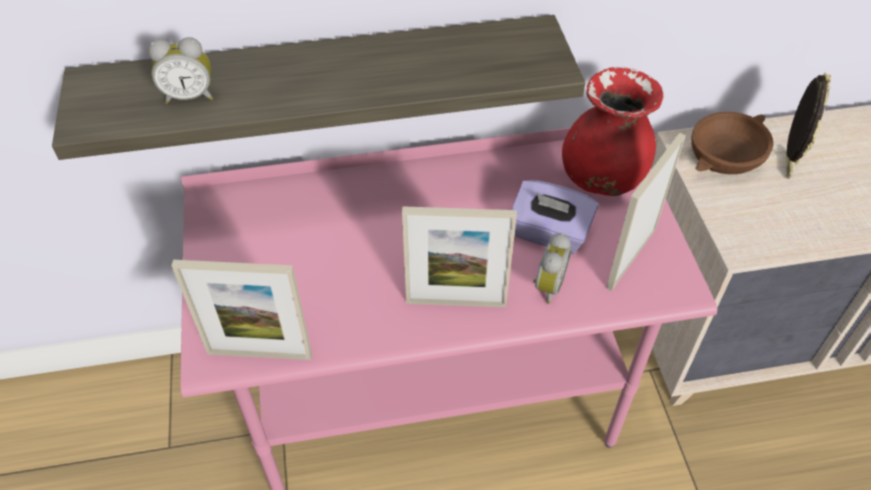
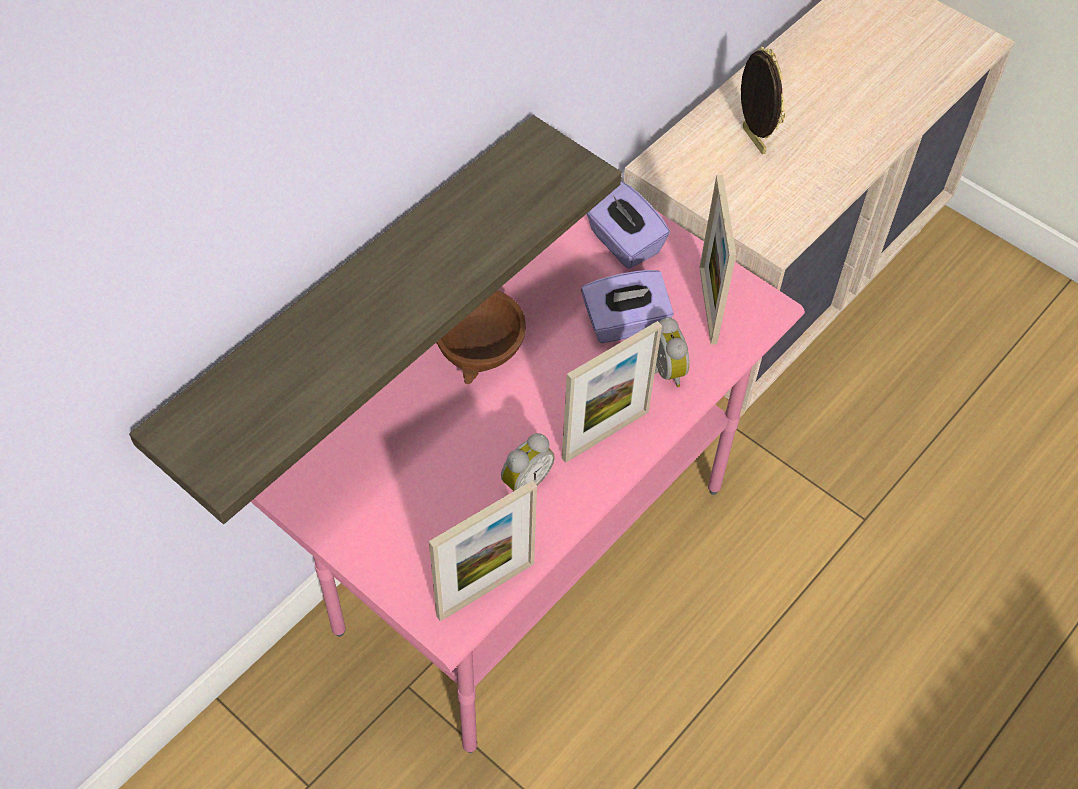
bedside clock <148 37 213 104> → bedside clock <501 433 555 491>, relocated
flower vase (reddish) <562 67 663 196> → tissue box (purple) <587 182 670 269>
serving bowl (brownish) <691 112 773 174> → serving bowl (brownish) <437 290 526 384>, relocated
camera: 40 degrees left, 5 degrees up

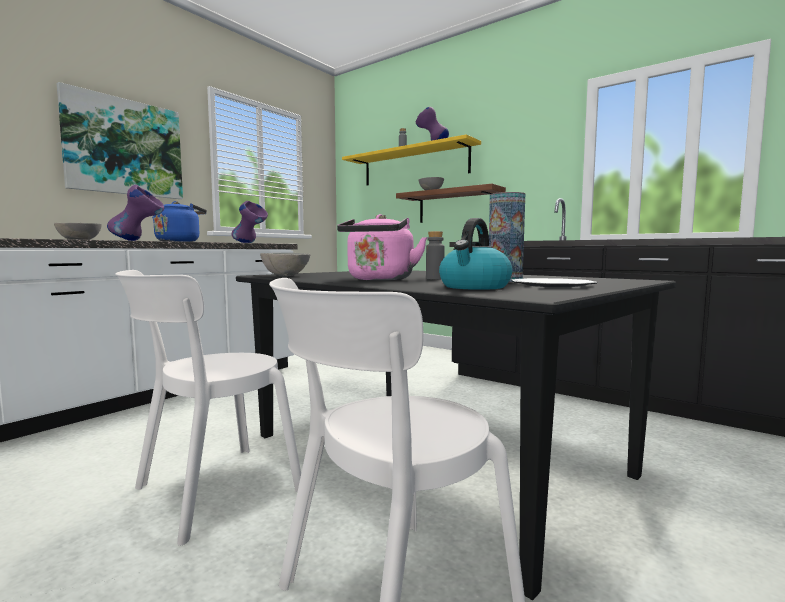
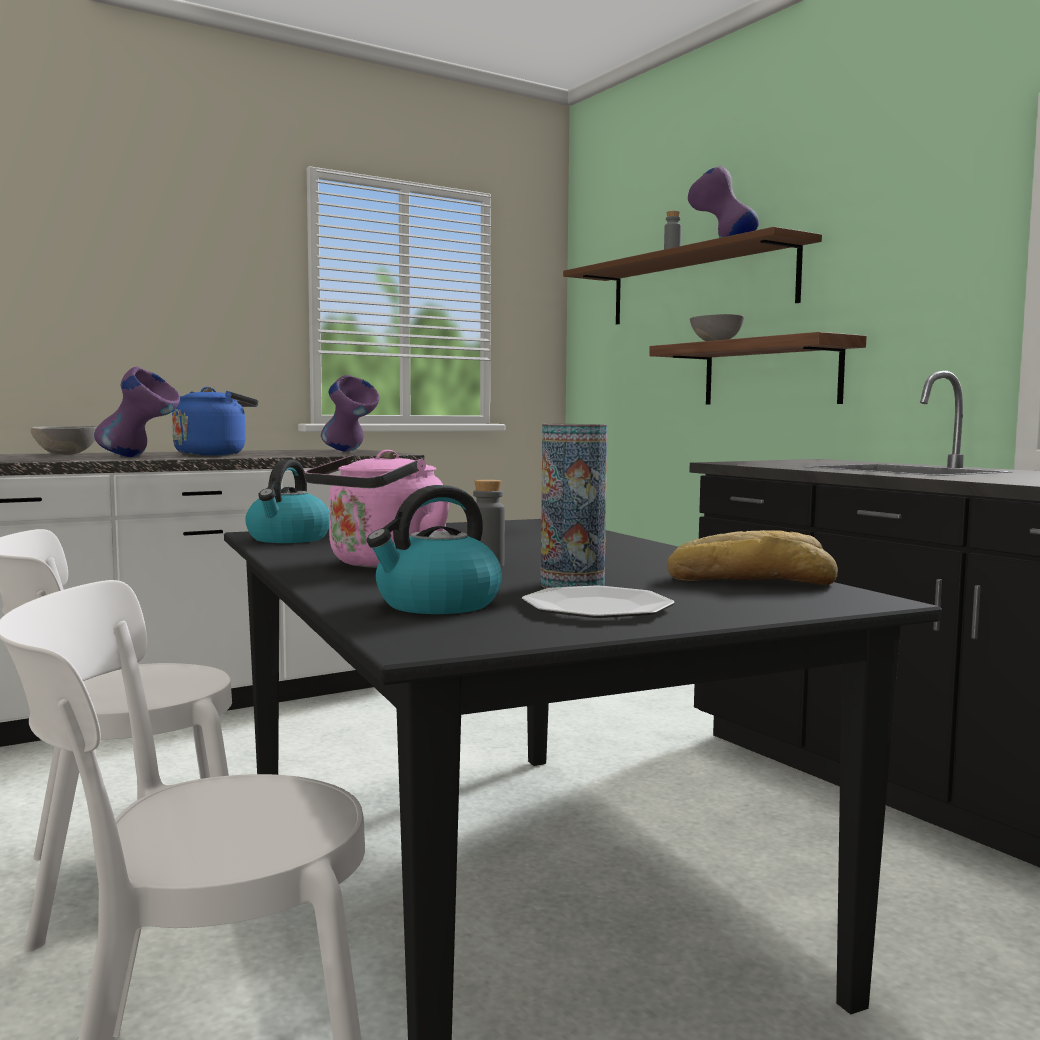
wall picture <57 82 183 199> → -
serving bowl (gray) <260 253 311 276> → tea kettle <245 459 329 543>
wall shelf (yellowish) <342 134 481 186> → wall shelf (brownish) <563 227 822 324>
- → bread <667 530 838 585>
camera: 20 degrees right, 0 degrees up

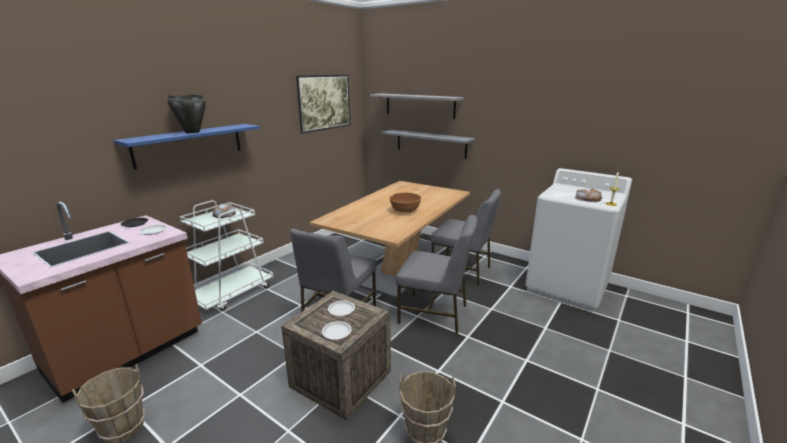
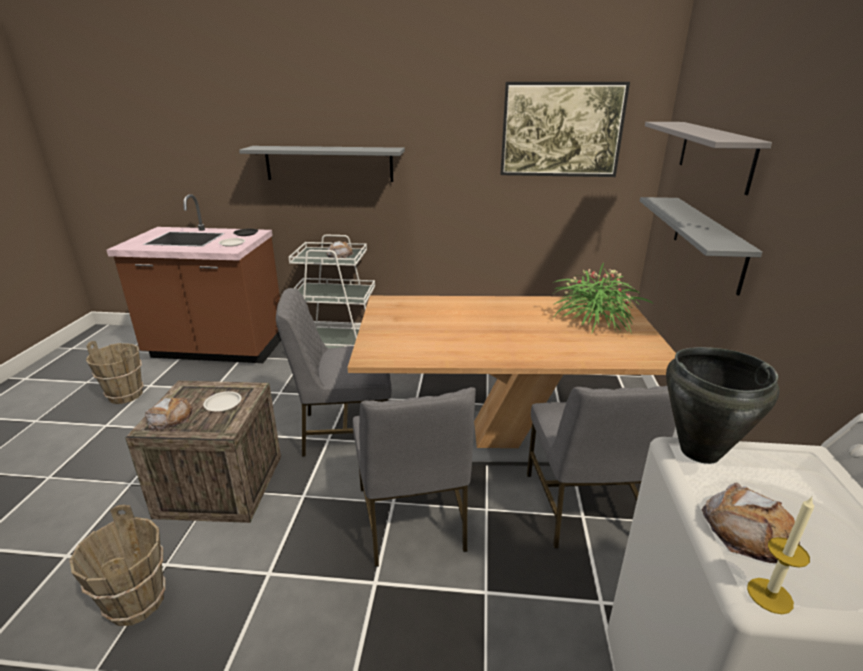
wall shelf (bluish) <113 124 260 169> → wall shelf (gray) <239 146 405 182>
saucepot (blackish) <167 95 206 133> → saucepot (blackish) <666 347 779 464>, relocated
plate (whitish) <322 321 351 340> → bread <145 397 193 431>
serving bowl (brownish) <389 193 421 212> → -
- → plant in a pot <552 263 654 335>
camera: 60 degrees right, 5 degrees up

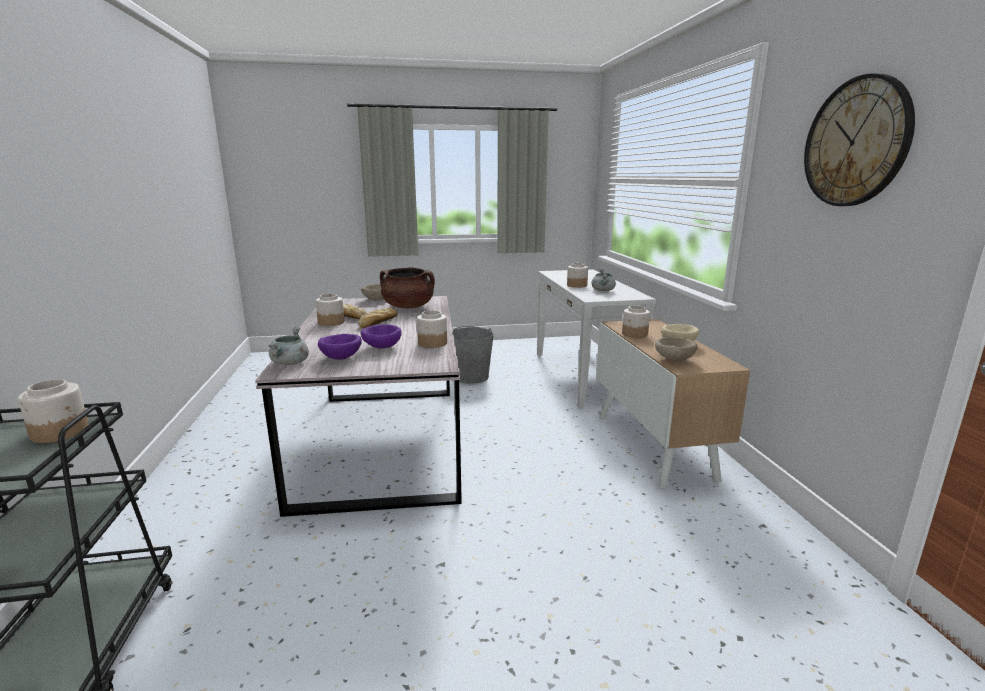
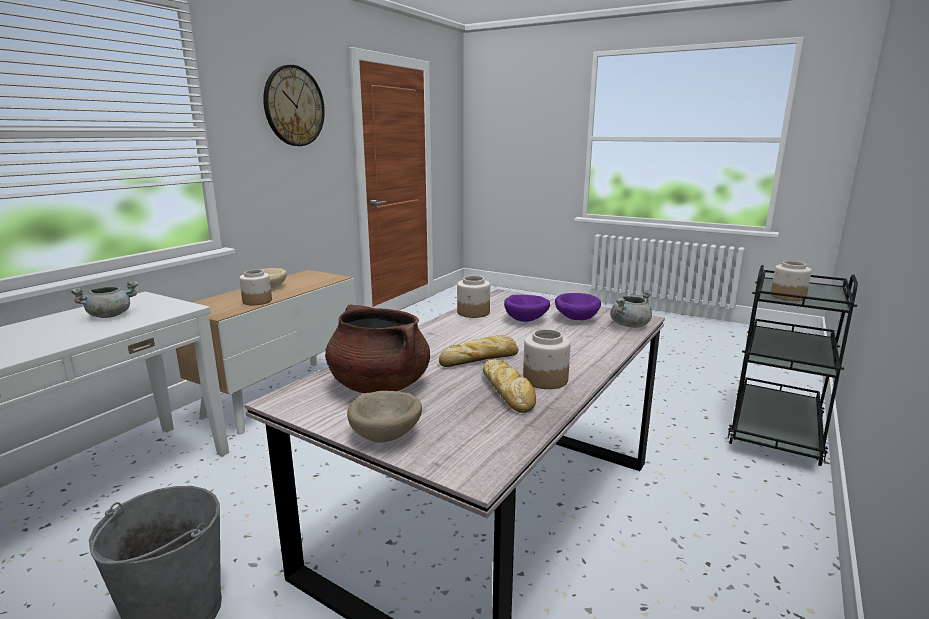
preserve jar <567 263 588 288> → -
serving bowl (beige-coloured) <655 337 697 361> → -
camera: 140 degrees left, 0 degrees up

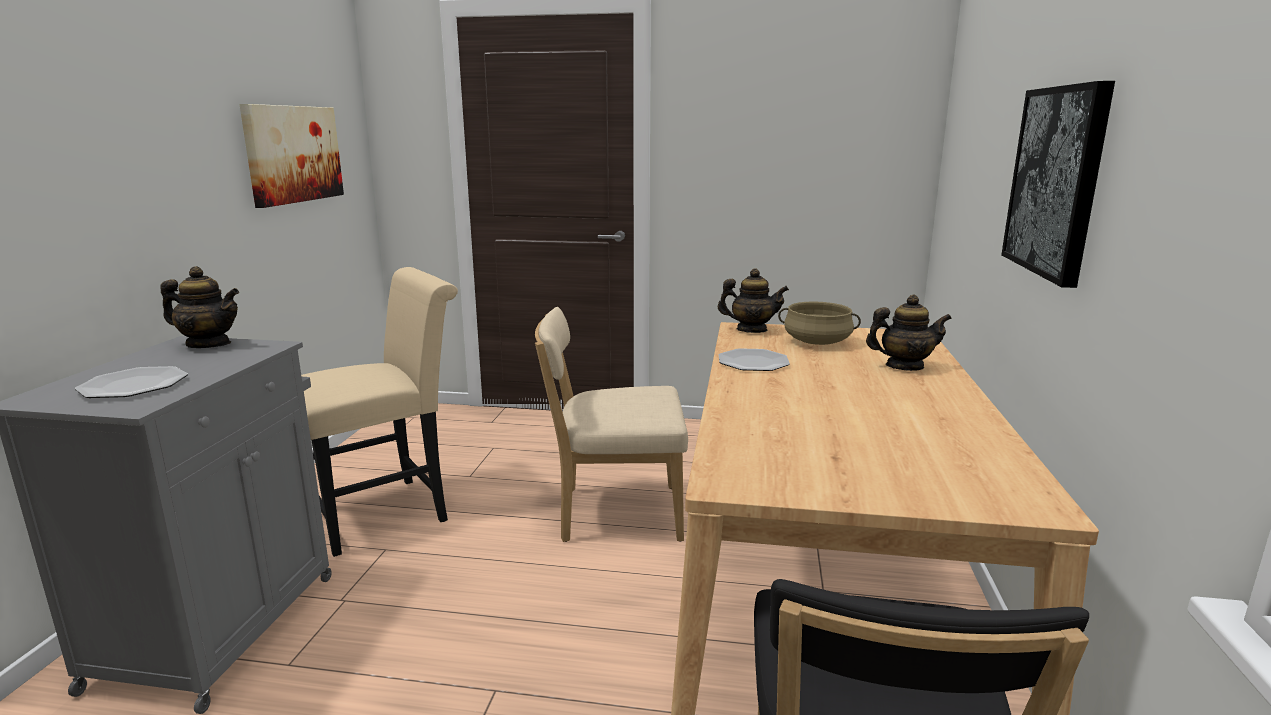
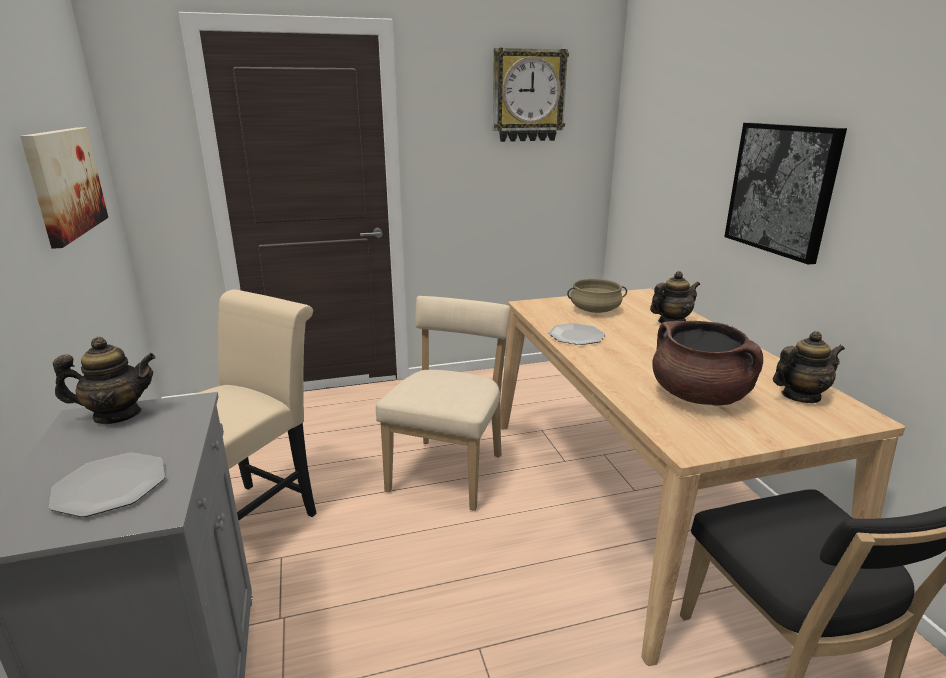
chair (beige-coloured) <535 307 688 542> → chair (beige-coloured) <376 296 510 511>, 135 degrees clockwise
pot for tea <718 268 789 333> → pot for tea <773 331 845 403>, relocated
- → wall clock <493 48 569 142>
- → saucepot (brownish) <653 321 763 406>
camera: 25 degrees left, 5 degrees up

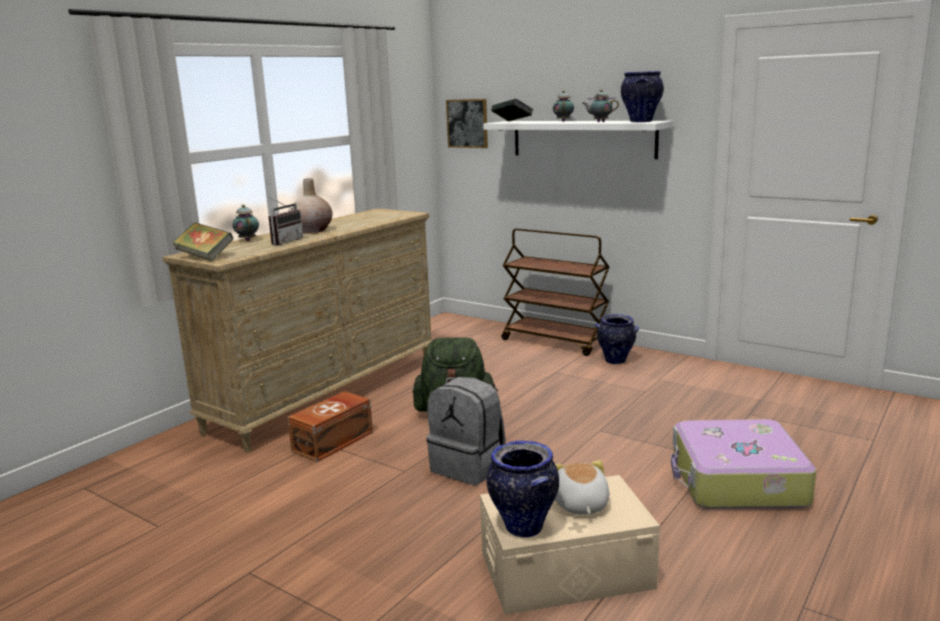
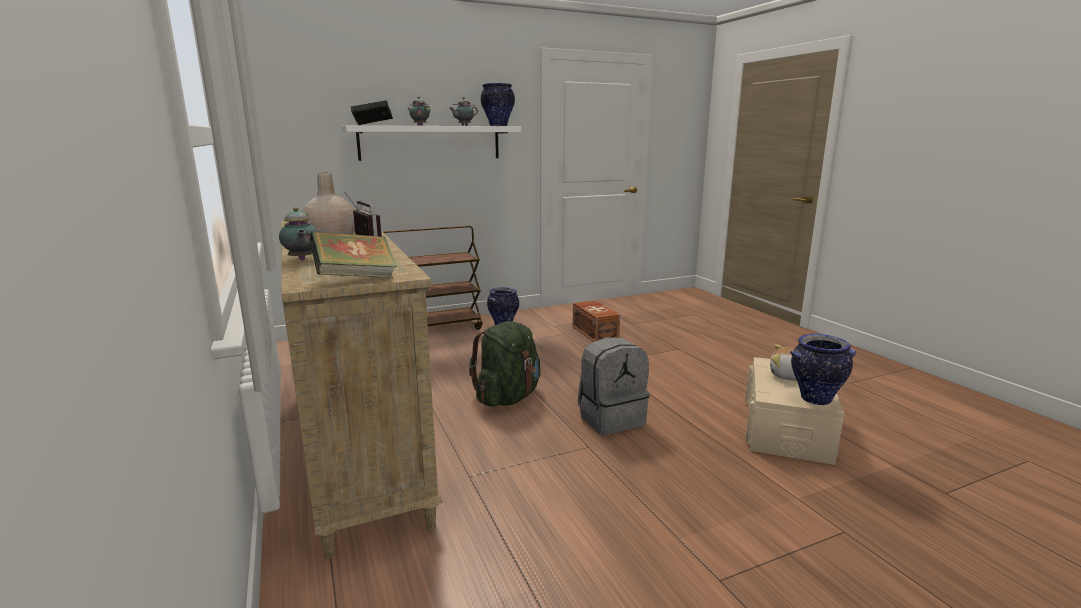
pot for tea <232 205 259 241> → pot for tea <279 207 317 260>, 120 degrees counterclockwise
storage box (brownish) <287 391 373 462> → storage box (brownish) <573 300 620 342>, relocated
wall picture <446 99 488 148> → -
travel case <671 419 816 509> → -
camera: 60 degrees left, 0 degrees up

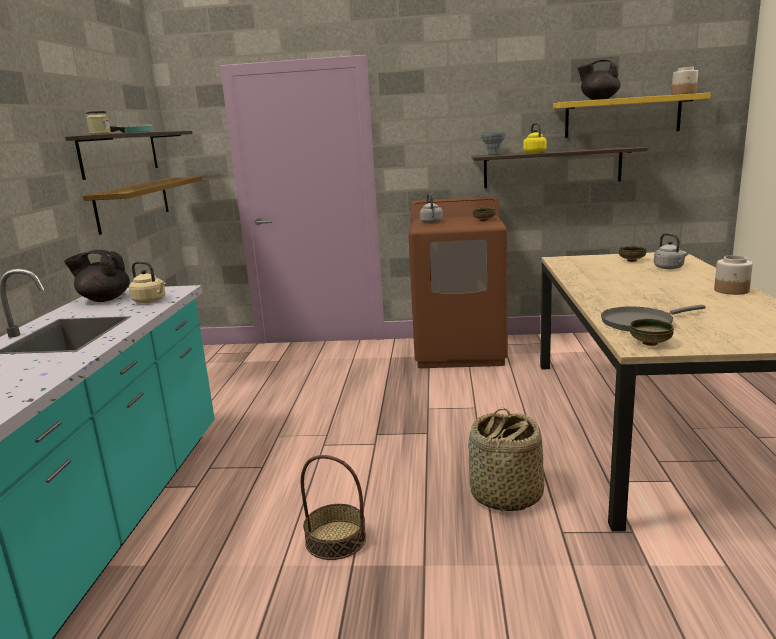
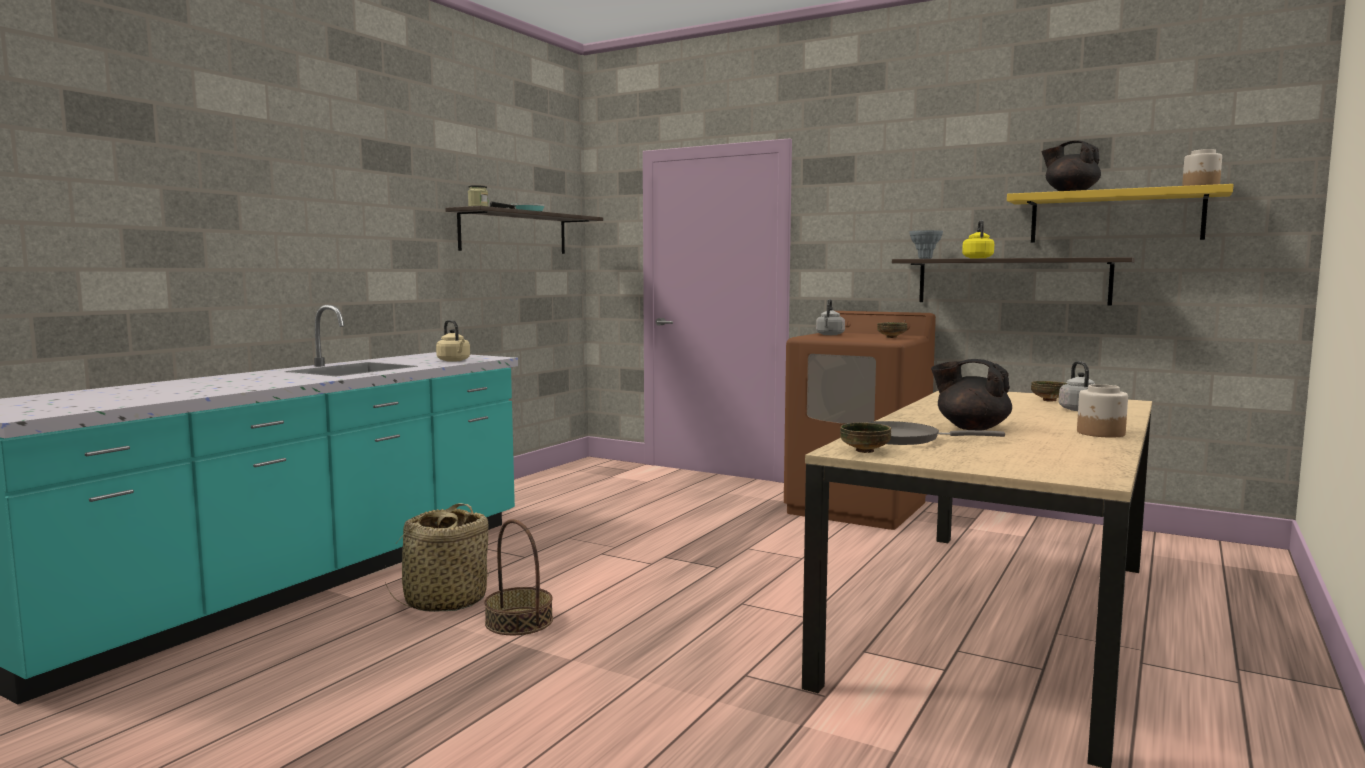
pot for tea (blackish) <64 250 130 302> → pot for tea (blackish) <931 359 1012 430>, relocated
wall shelf <83 176 203 235> → -
storage basket <468 408 544 511> → storage basket <385 503 491 612>, relocated
camera: 25 degrees right, 10 degrees down

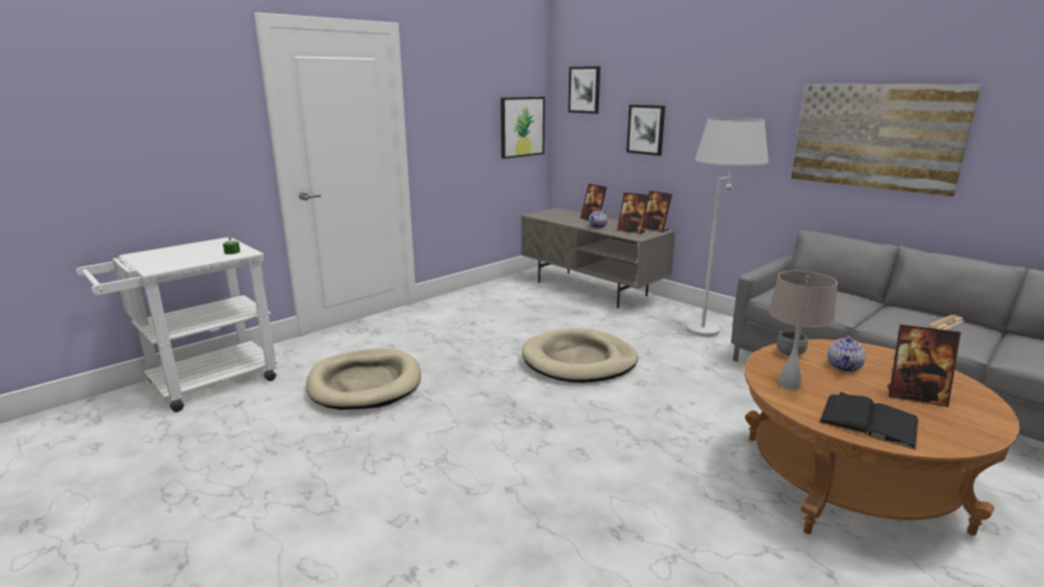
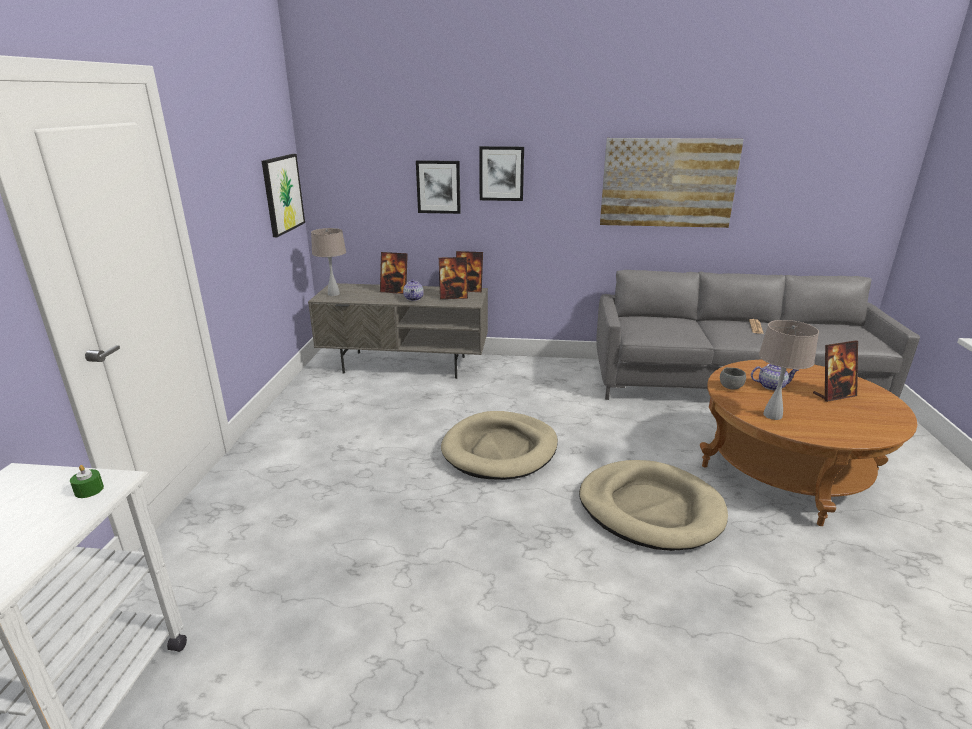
dog bed (beige-coloured) <306 349 421 410> → dog bed (beige-coloured) <579 460 728 551>, relocated
wall picture <568 66 600 114> → wall picture <479 146 524 201>, relocated
standing lamp (whitish) <686 117 769 337> → -
book (blackish) <819 392 919 450> → -
pot for tea <828 335 865 372> → pot for tea <751 364 799 390>, 75 degrees counterclockwise
- → tabletop lamp (beige-coloured) <311 228 346 296>
camera: 40 degrees left, 5 degrees up

